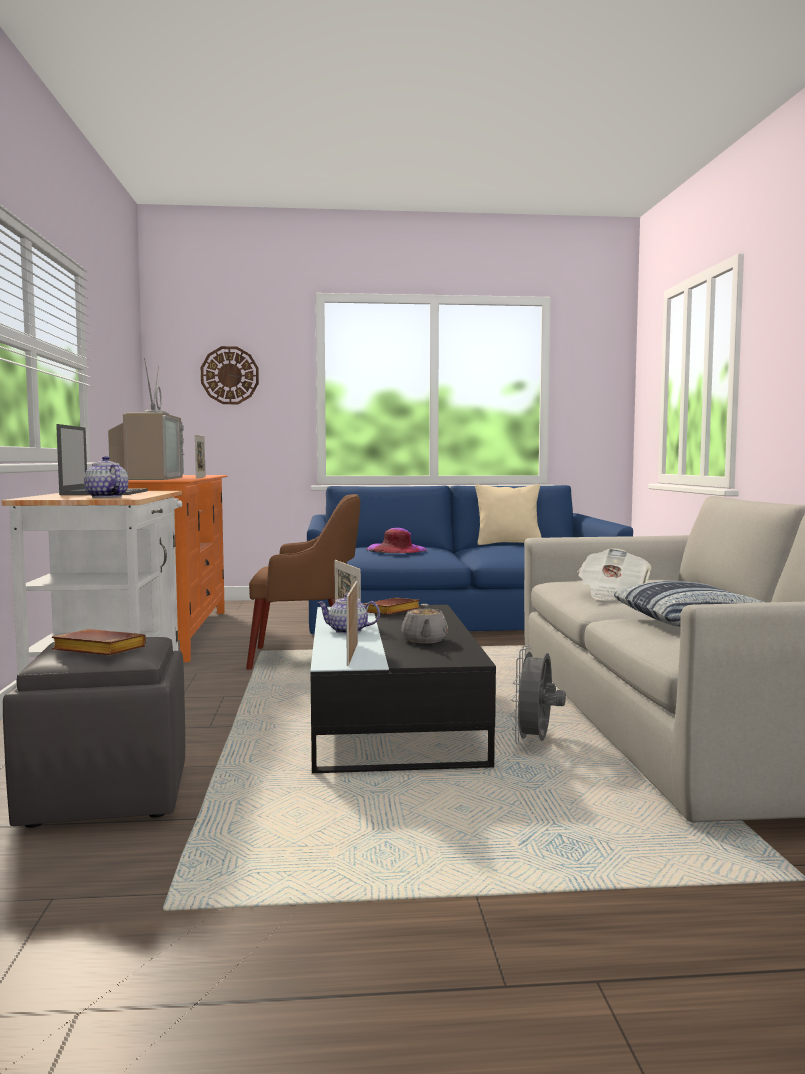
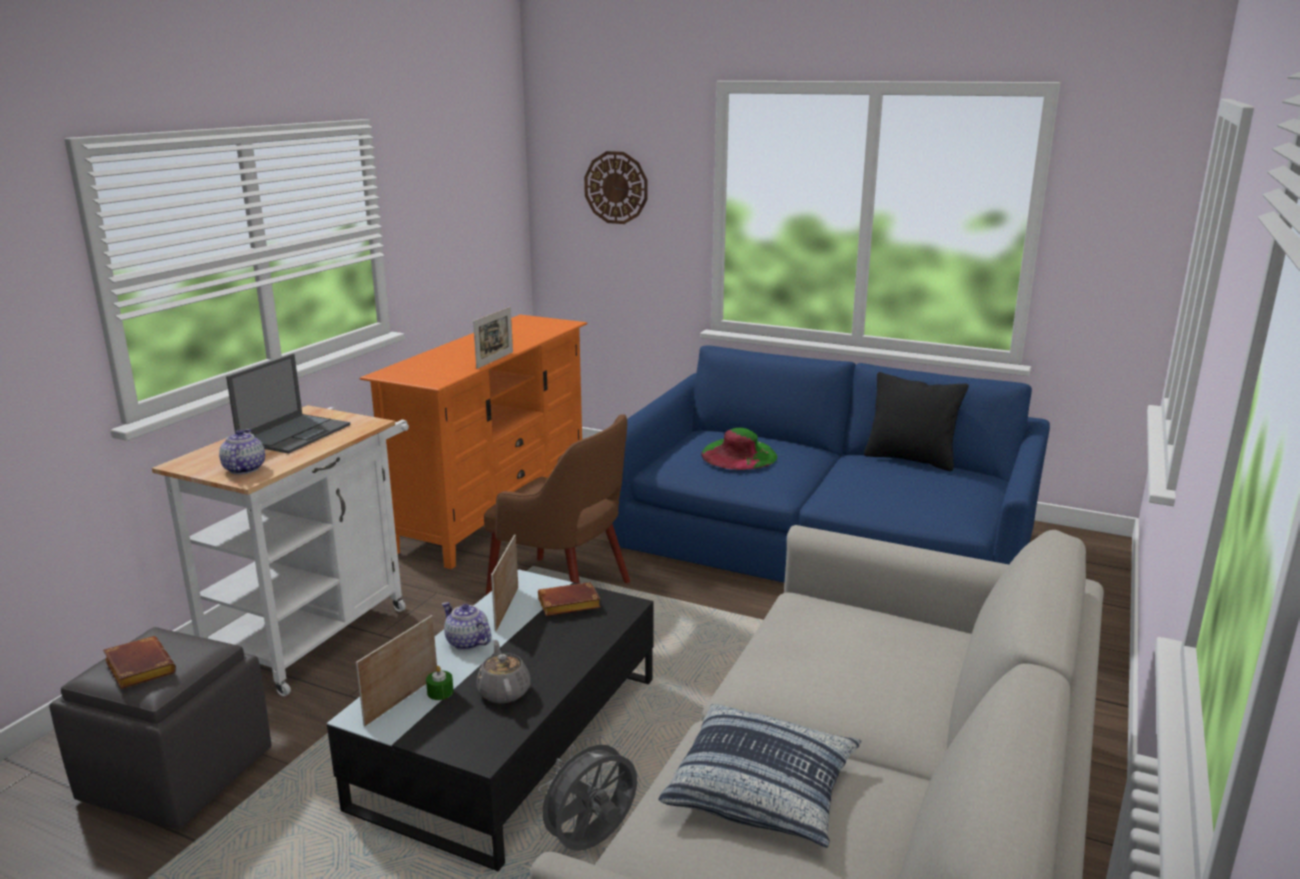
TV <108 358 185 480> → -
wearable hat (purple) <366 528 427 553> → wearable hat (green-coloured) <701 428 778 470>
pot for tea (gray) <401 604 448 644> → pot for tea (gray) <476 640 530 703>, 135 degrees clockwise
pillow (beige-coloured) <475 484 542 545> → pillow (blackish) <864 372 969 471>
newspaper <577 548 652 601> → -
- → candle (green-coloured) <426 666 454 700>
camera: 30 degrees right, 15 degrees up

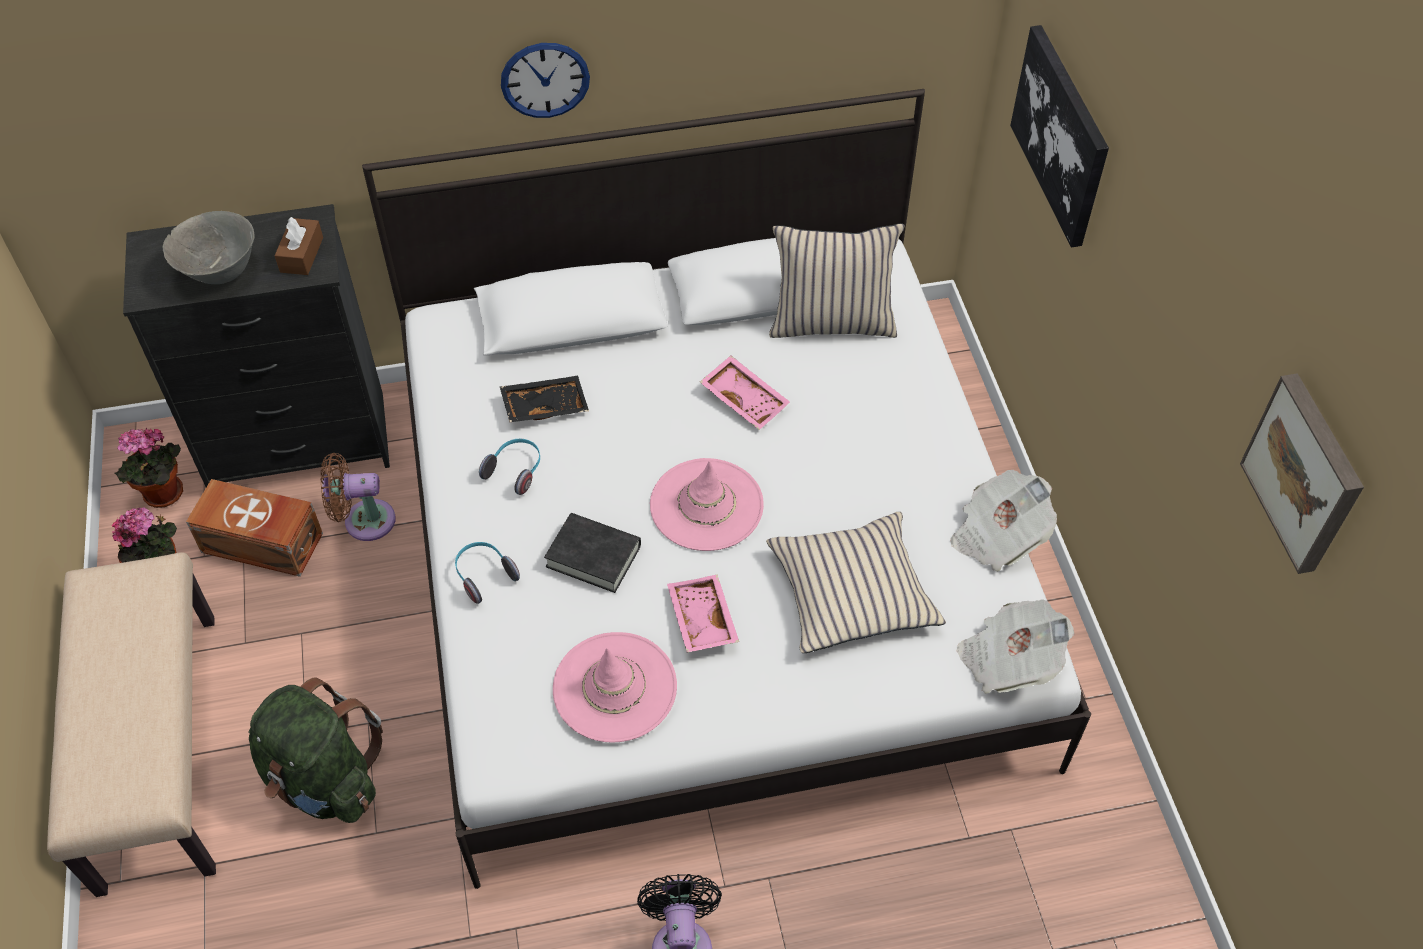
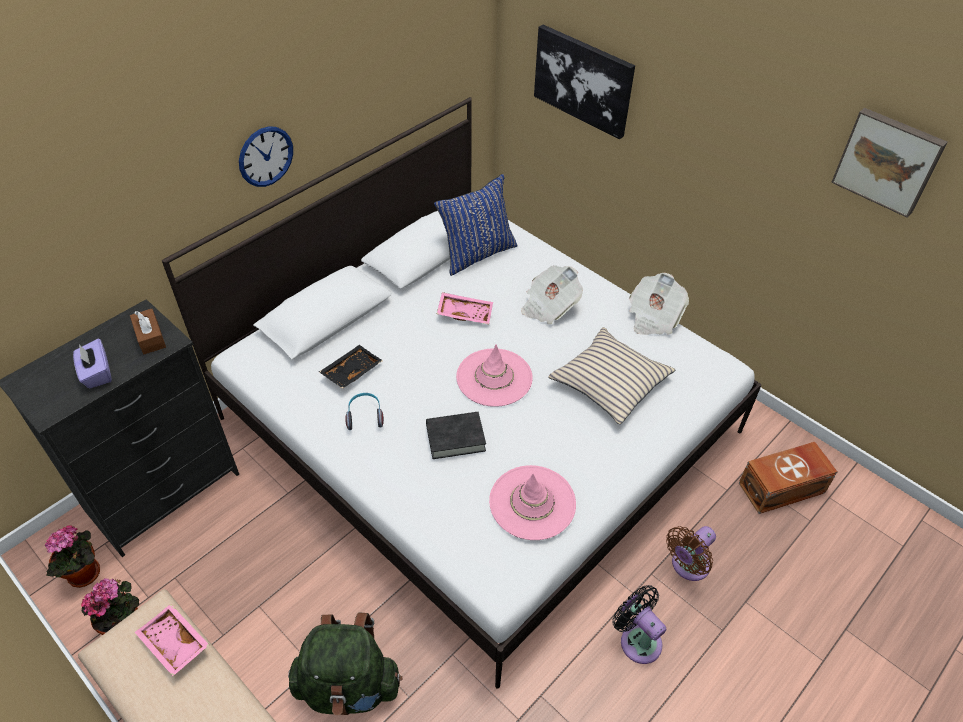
serving bowl (gray) <163 211 255 284> → tissue box (purple) <73 339 112 388>
storage box (brownish) <186 479 323 577> → storage box (brownish) <739 442 838 514>, relocated
cooling fan (brownish) <321 453 396 541> → cooling fan (brownish) <666 526 716 581>, relocated
pair of headphones <455 542 520 604> → -
serving tray (pink-coloured) <667 575 739 652> → serving tray (pink-coloured) <135 604 209 676>, relocated
pillow (beige-coloured) <769 223 904 338> → pillow (bluish) <434 174 518 276>
newspaper <956 599 1074 694> → newspaper <521 265 583 324>, relocated
camera: 35 degrees left, 5 degrees down

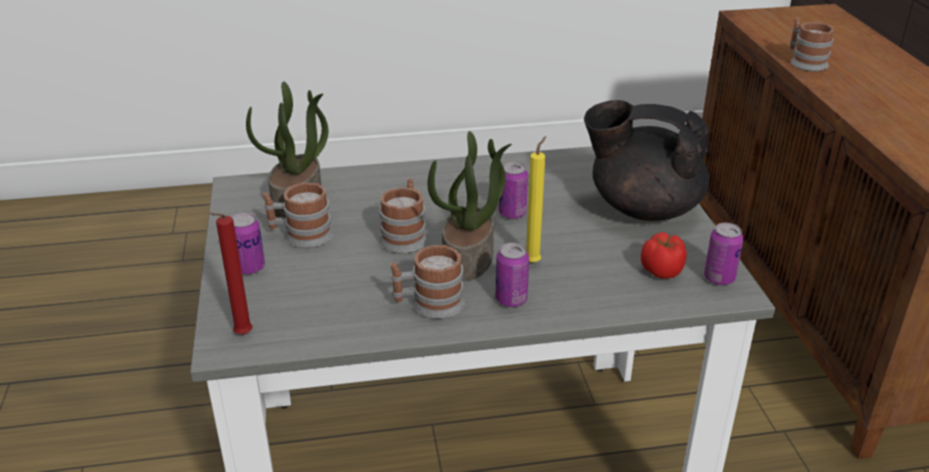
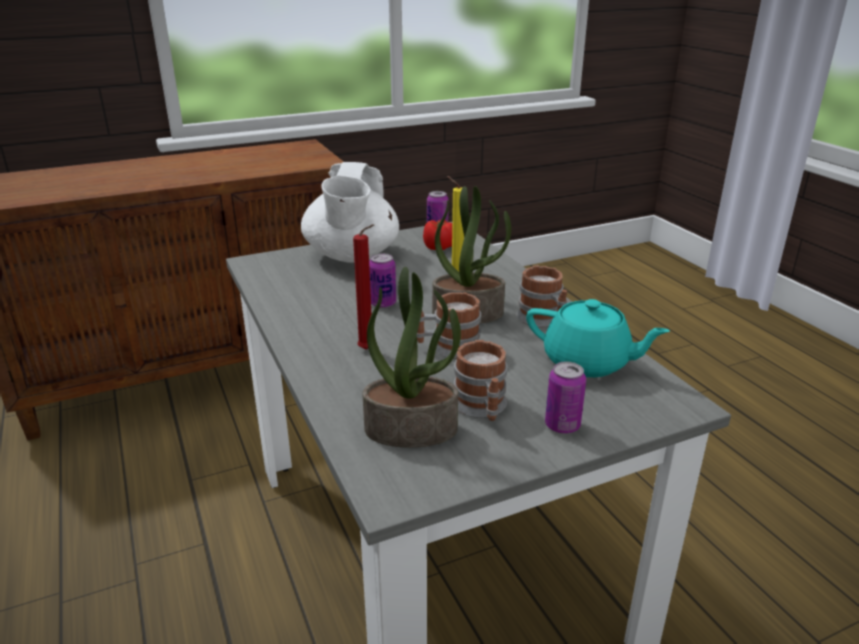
candle (reddish) <209 213 252 335> → candle (reddish) <353 224 374 350>, relocated
metal can <495 243 529 307> → -
pot for tea (blackish) <584 100 709 221> → pot for tea (whitish) <301 162 399 263>
coffee mug <790 19 834 71> → -
- → pot for tea (blue-green) <526 299 670 377>
camera: 105 degrees left, 5 degrees down

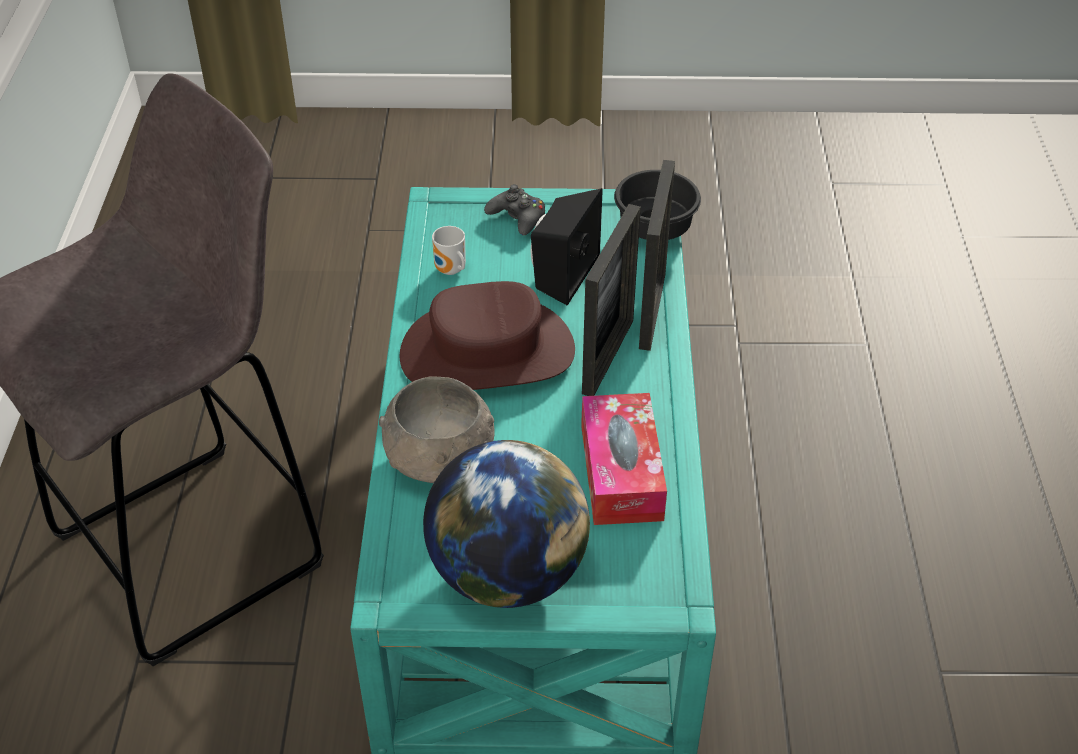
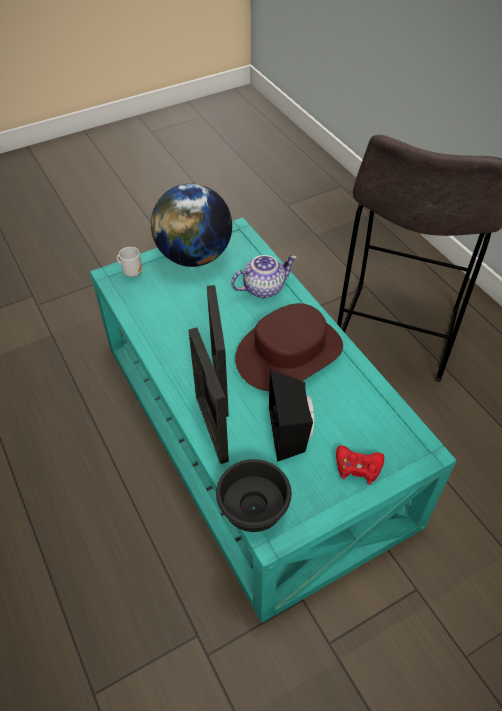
serving bowl (gray) <379 376 495 483> → pot for tea <231 255 297 298>
coffee mug <432 226 466 275> → coffee mug <116 247 142 277>, relocated
game controller (blackish) <484 184 545 235> → game controller (reddish) <336 446 384 485>
tissue box <581 393 667 525> → -
camera: 150 degrees right, 5 degrees up

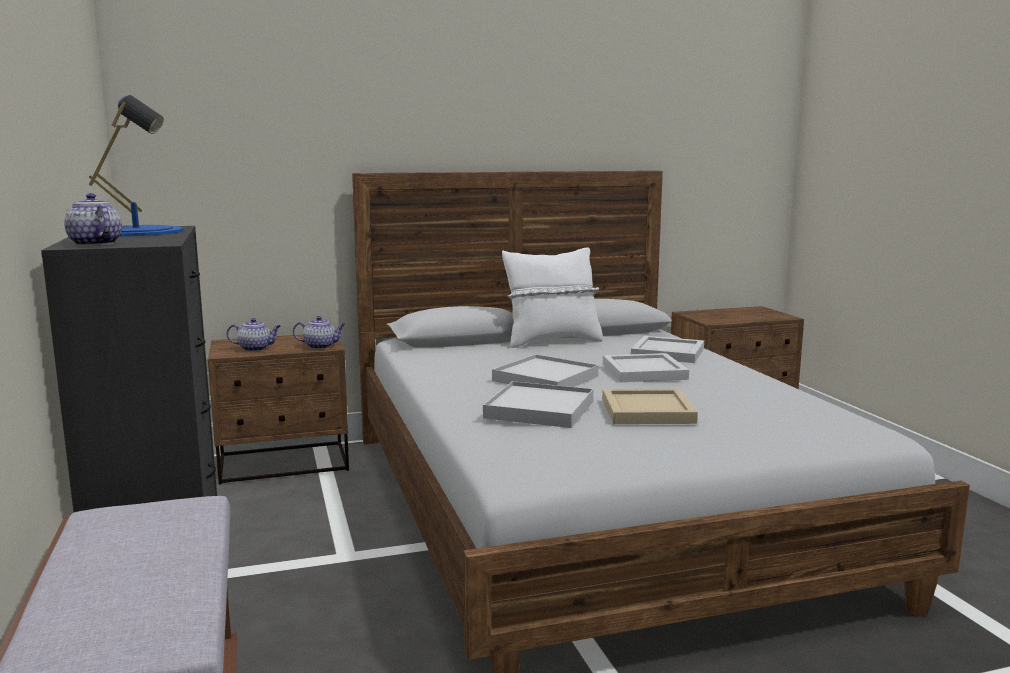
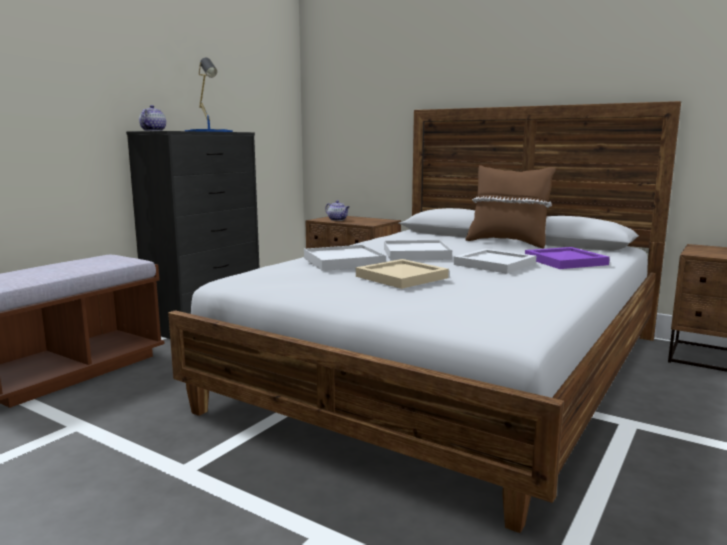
pot for tea <293 316 346 349> → -
pillow (whitish) <502 248 603 348> → pillow (brownish) <466 165 556 248>
serving tray (whitish) <631 336 704 363> → serving tray (purple) <525 247 610 269>
camera: 50 degrees right, 0 degrees up

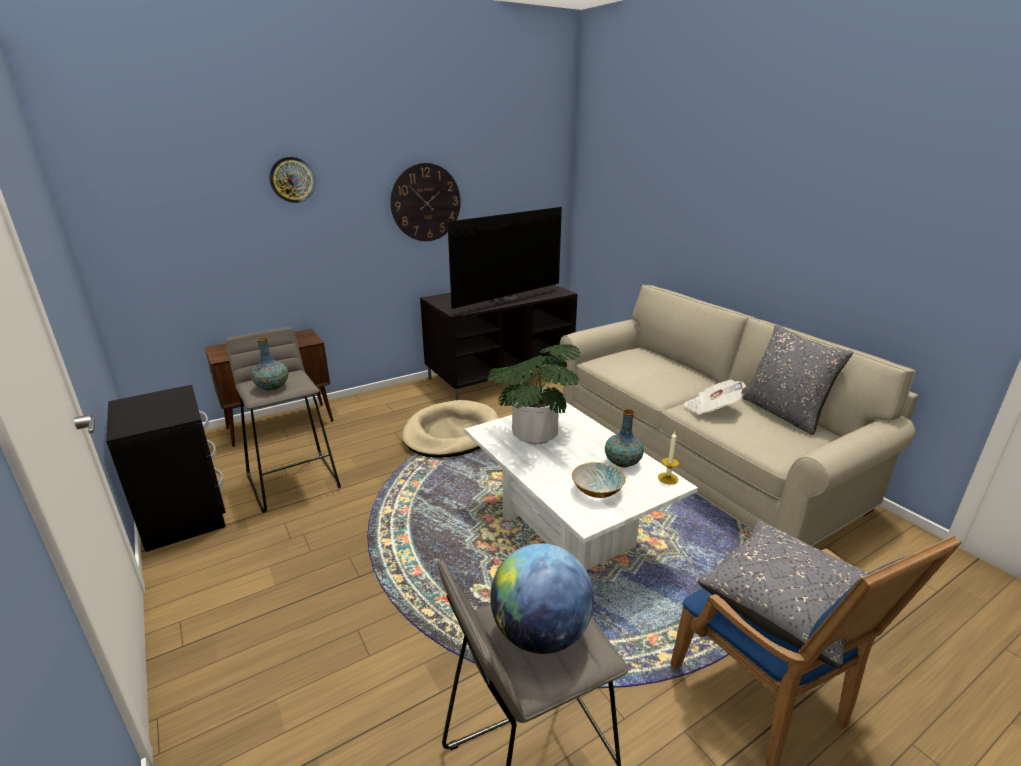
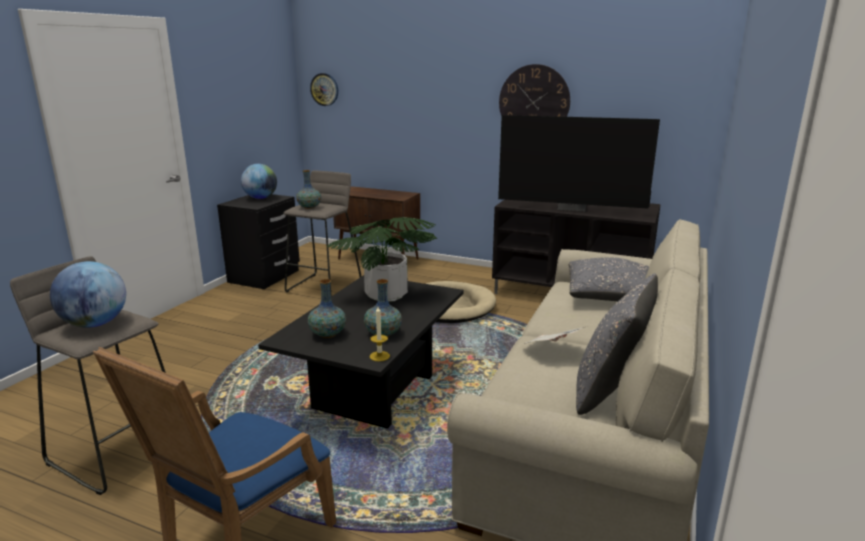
wall clock <269 157 315 203> → wall clock <310 73 338 106>, relocated
coffee table (whitish) <464 402 698 570> → coffee table (blackish) <258 275 464 429>
serving bowl <572 462 625 498> → flower vase <308 279 346 338>
pillow (gray) <698 520 869 668> → pillow (gray) <569 257 649 301>, relocated
- → desk globe <241 164 277 199>
camera: 55 degrees right, 5 degrees down

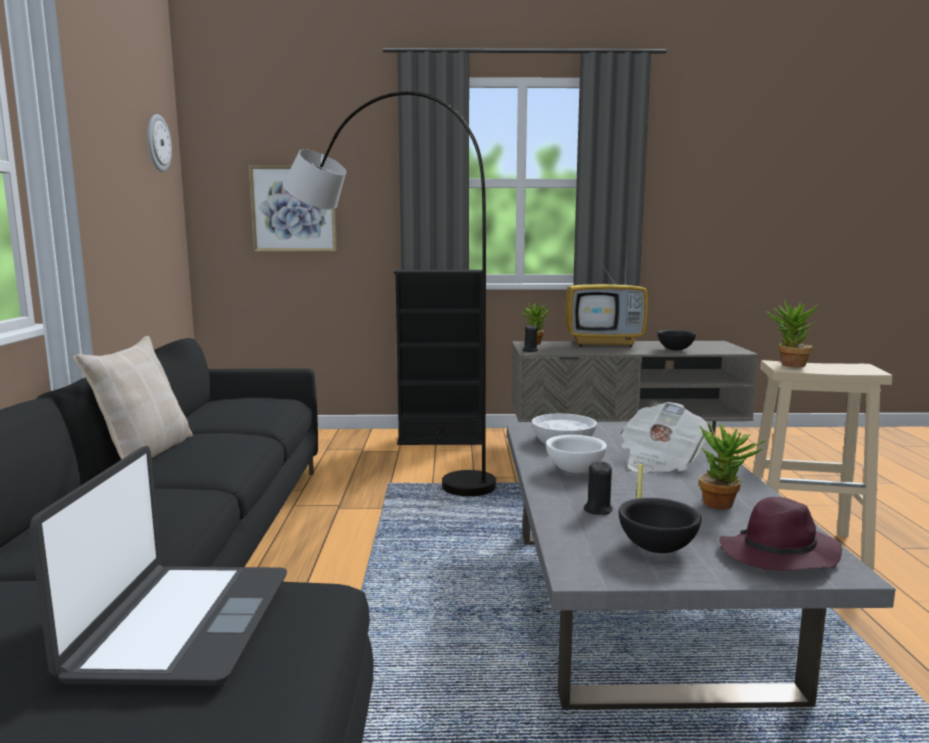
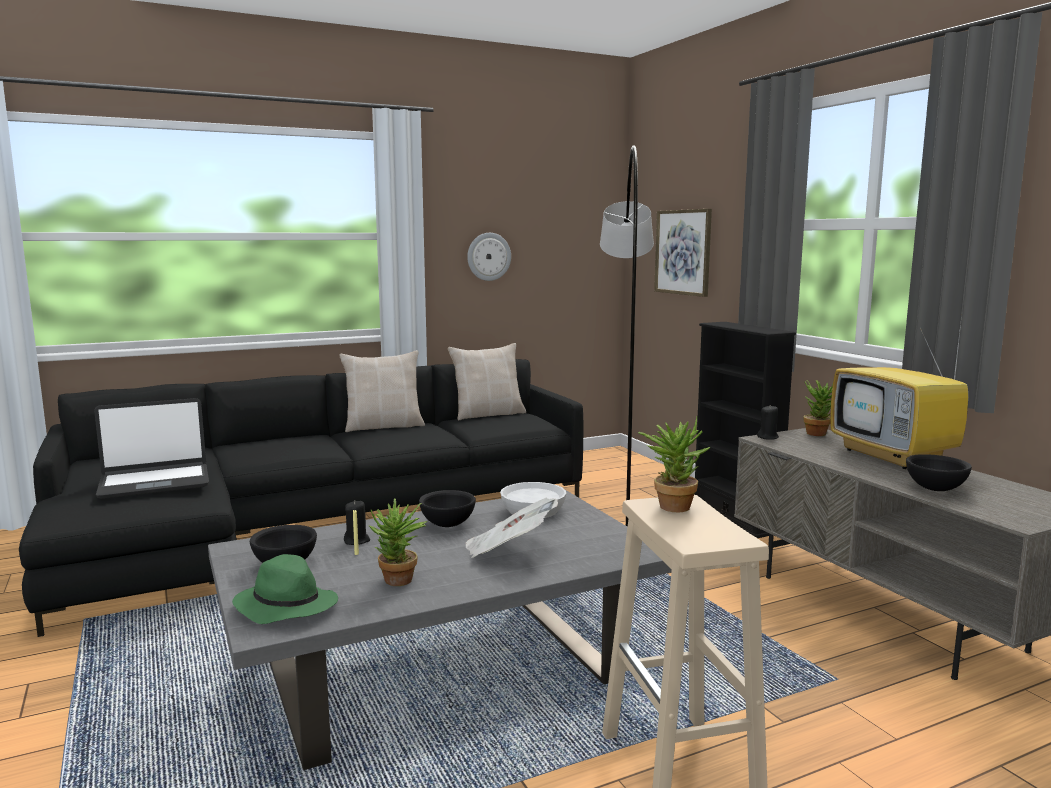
wall clock <148 114 172 172> → wall clock <467 233 511 281>, relocated
serving bowl (whitish) <546 435 607 473> → serving bowl (blackish) <419 490 476 527>
wearable hat (purple) <719 497 842 571> → wearable hat (green-coloured) <232 554 338 624>
- → pillow (beige-coloured) <448 343 526 420>
camera: 65 degrees right, 0 degrees up

